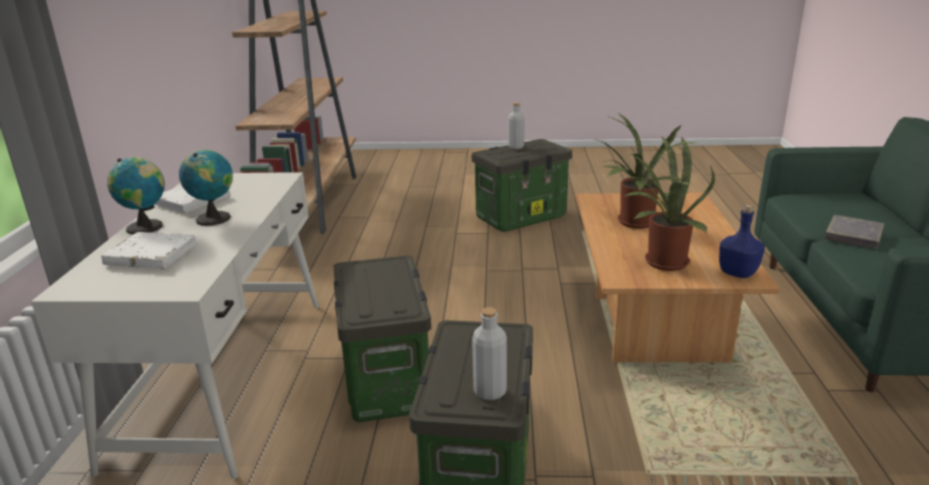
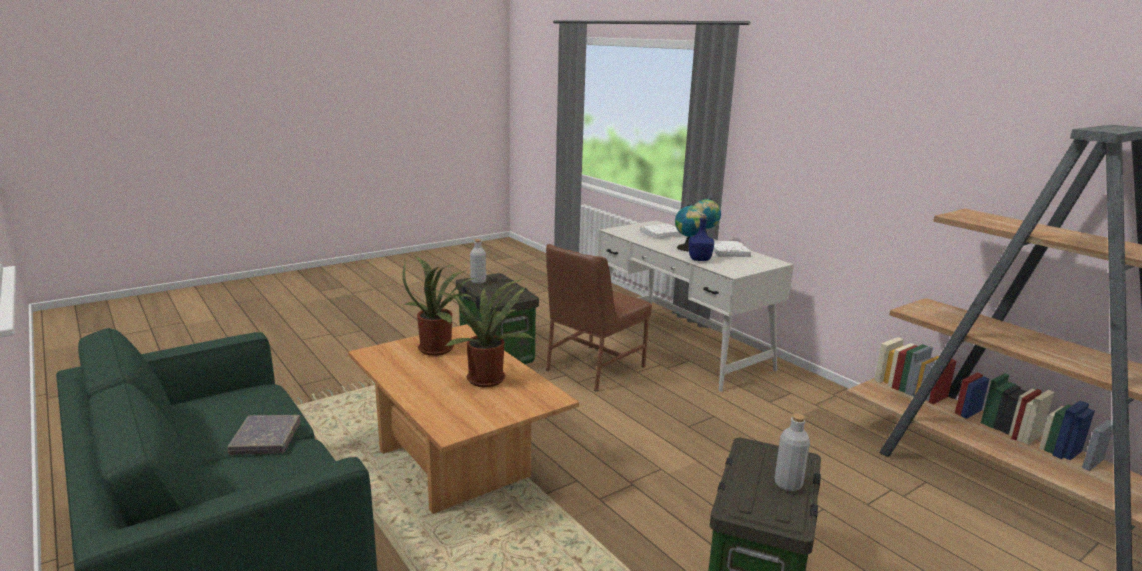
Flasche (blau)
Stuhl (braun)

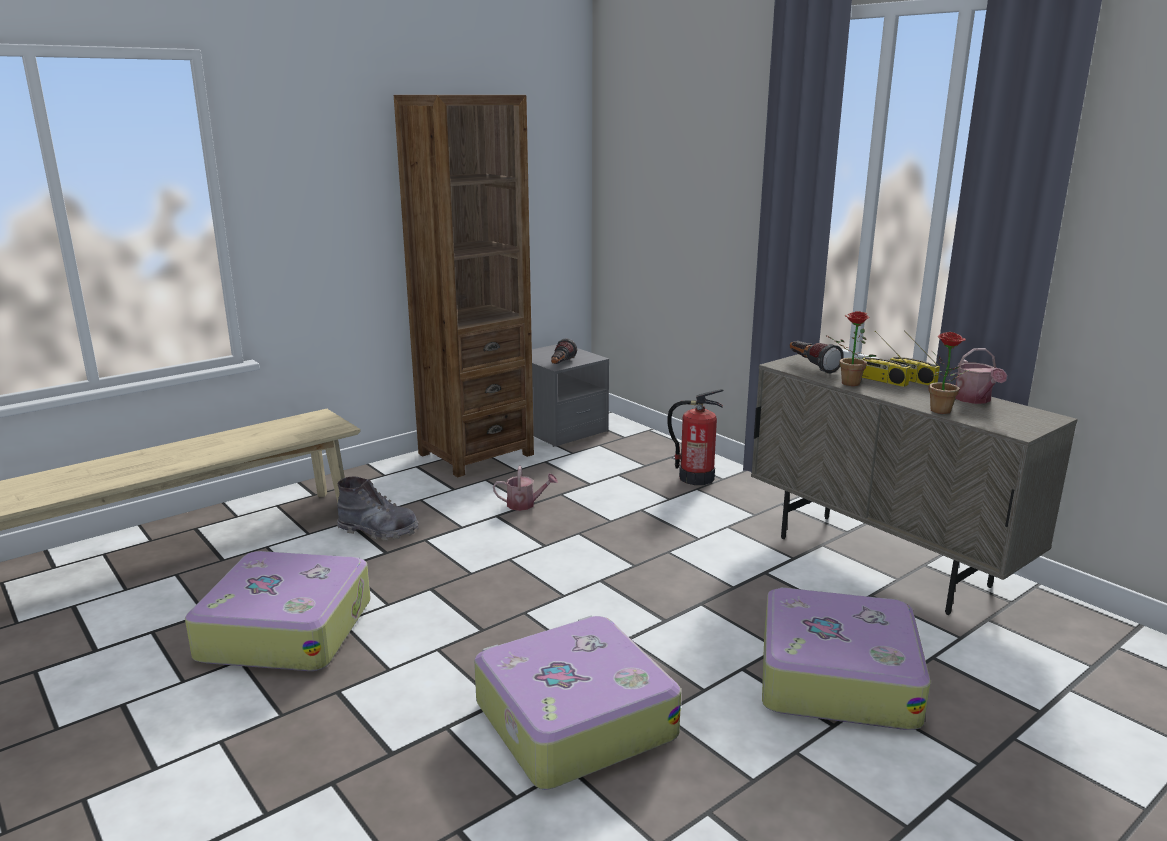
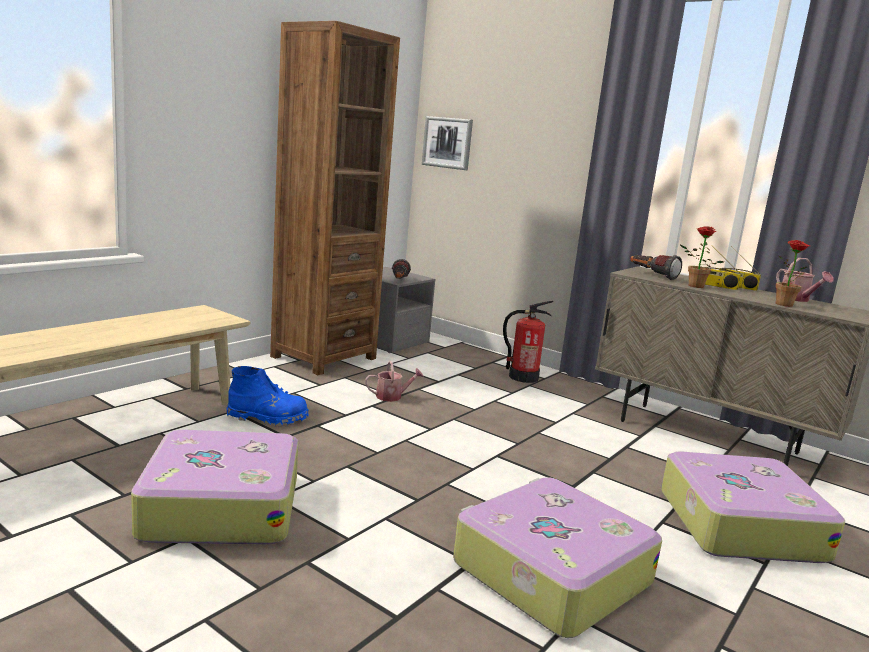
Stiefel (blau)
Bild

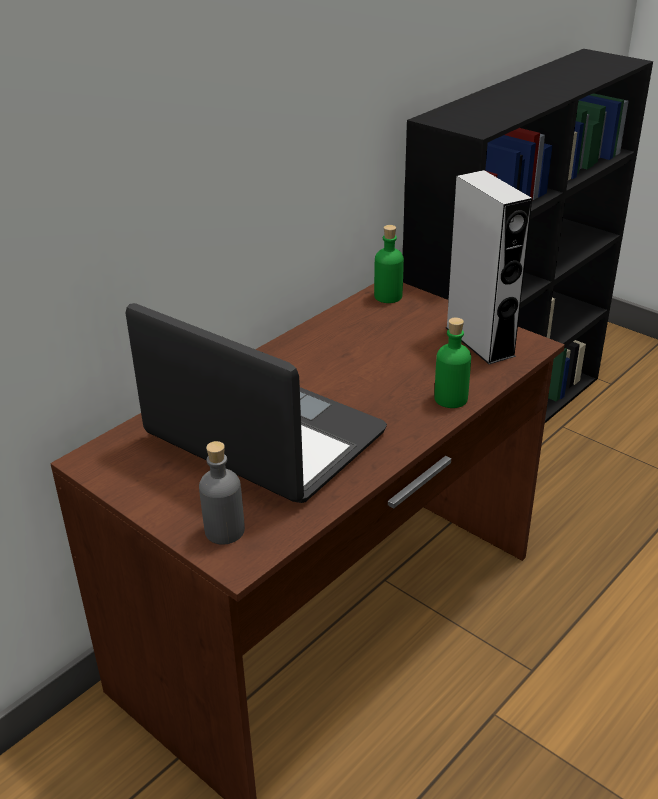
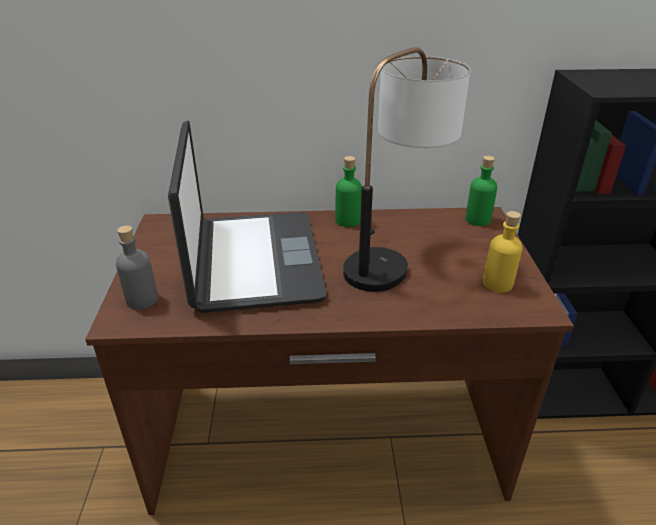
Flasche (gelb)
Flasche (grün) (no. 1 from left)
Tischlampe

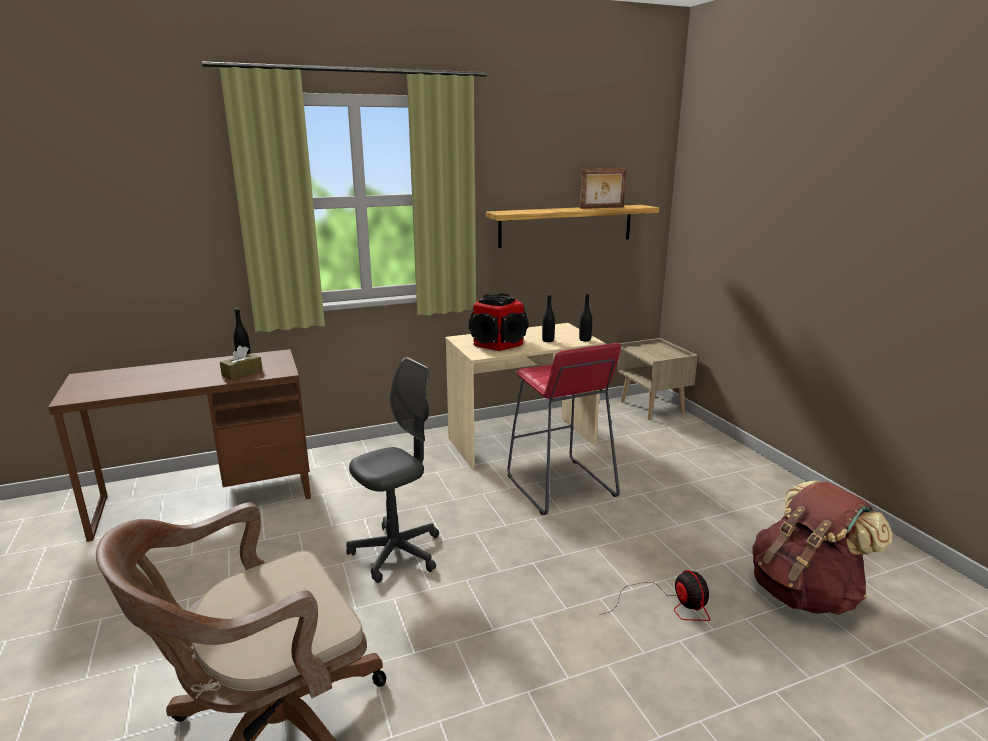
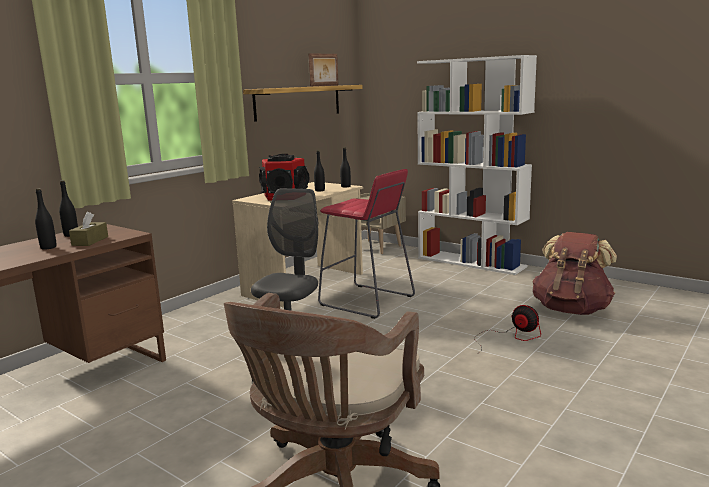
Bücherregal (weiß)
Flasche (schwarz) (no. 1 from left)

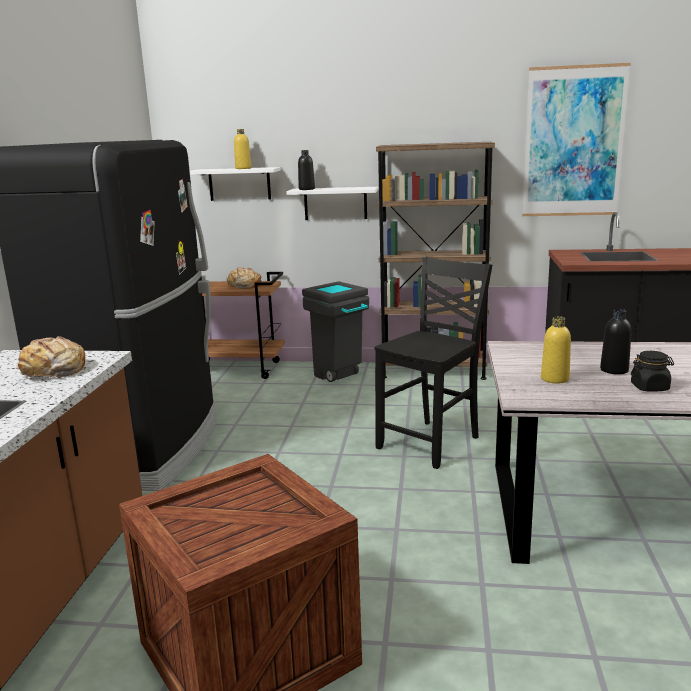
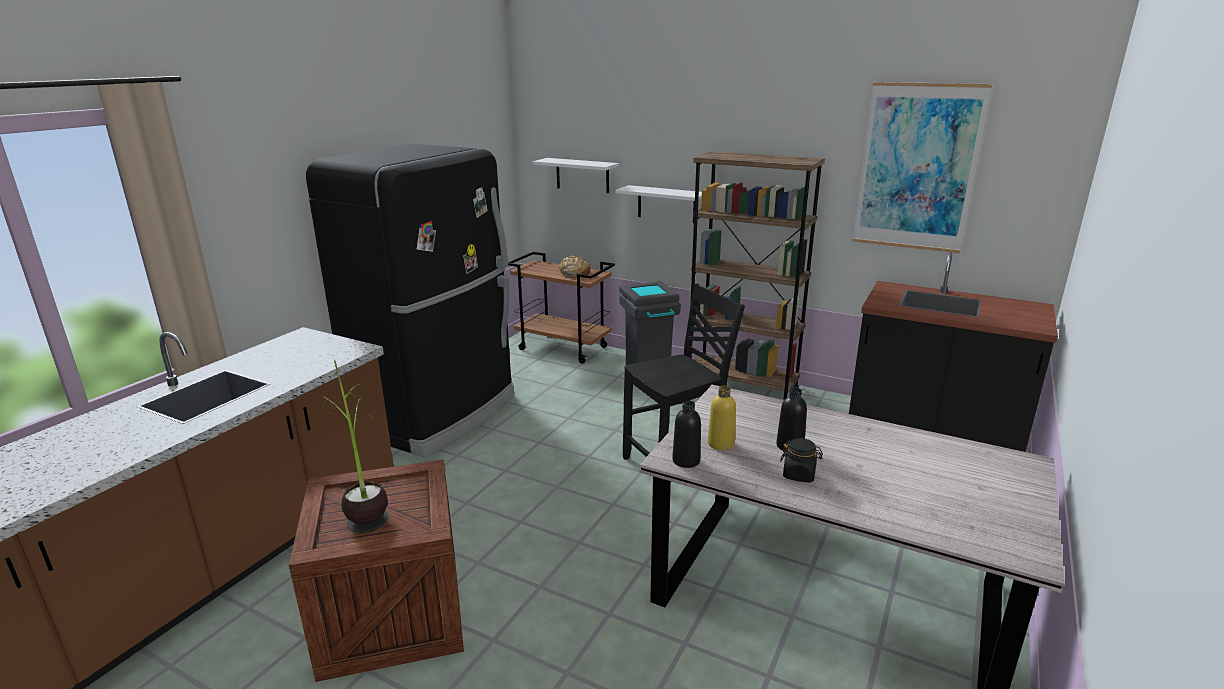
Flasche (gelb) (no. 1 from left in the first image)
Flasche (schwarz) (no. 1 from left)
Brot (no. 1 from left in the first image)
Topfpflanze

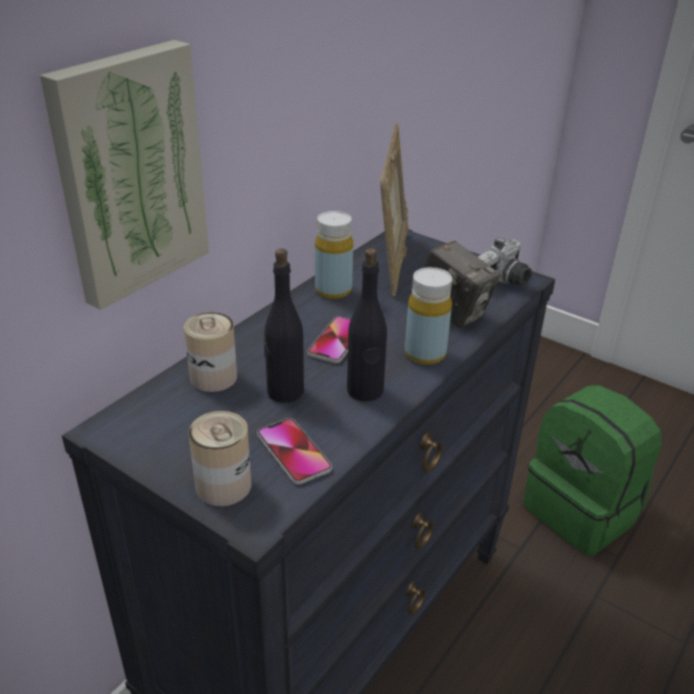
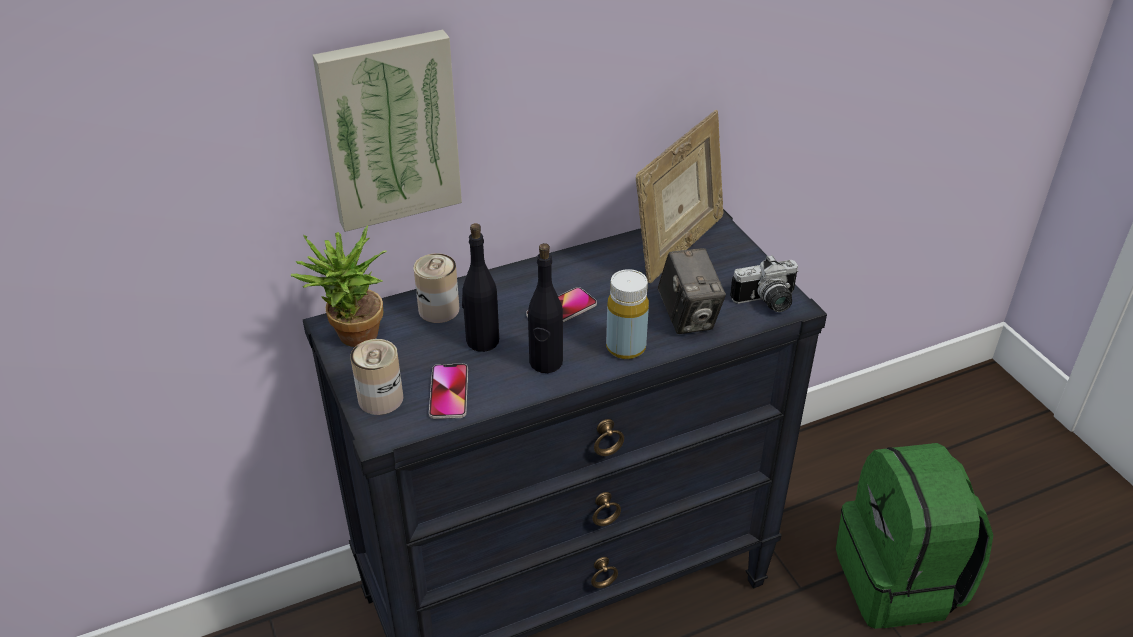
Flasche (gelb) (no. 1 from left in the first image)
Topfpflanze

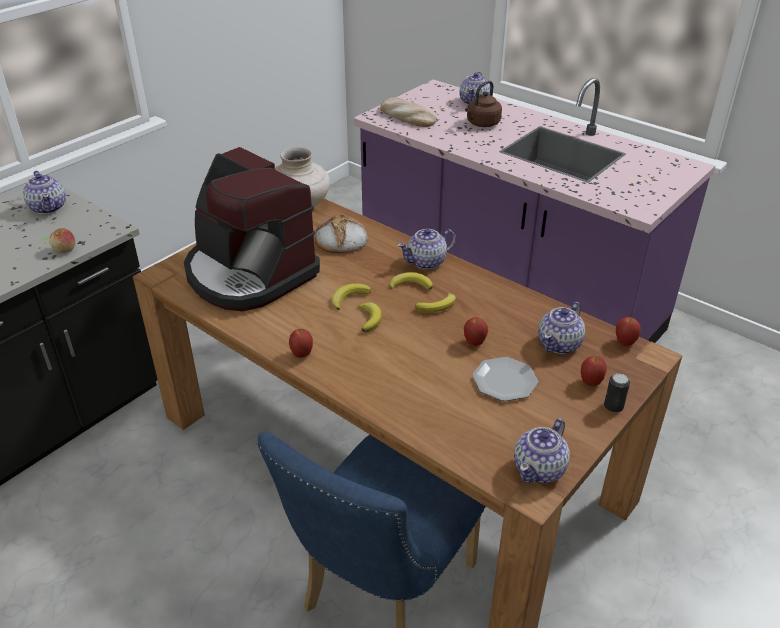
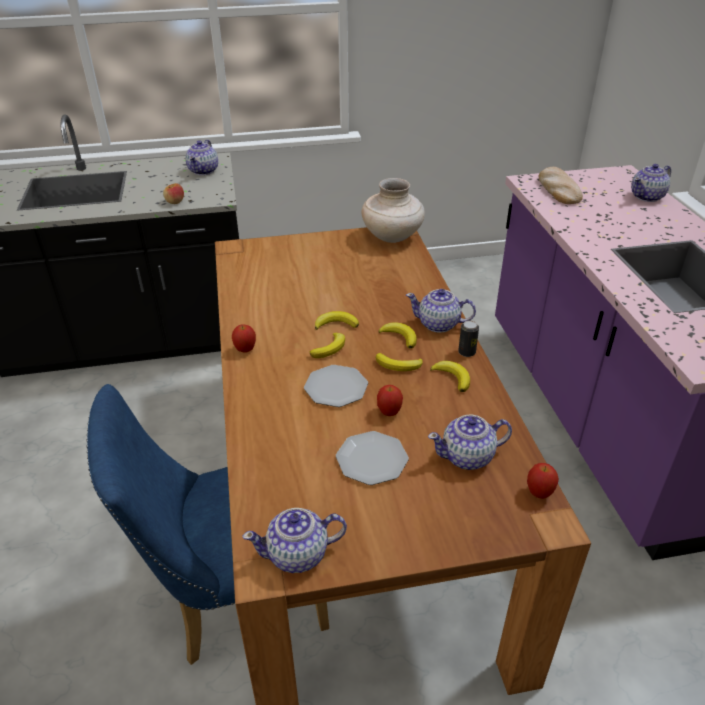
Wasserkessel (braun)
Kaffeemaschine
Brot (no. 1 from left in the first image)
Apfel (no. 4 from left in the first image)
Dose
Banane (no. 5 from left)
Teller (no. 1 from left)

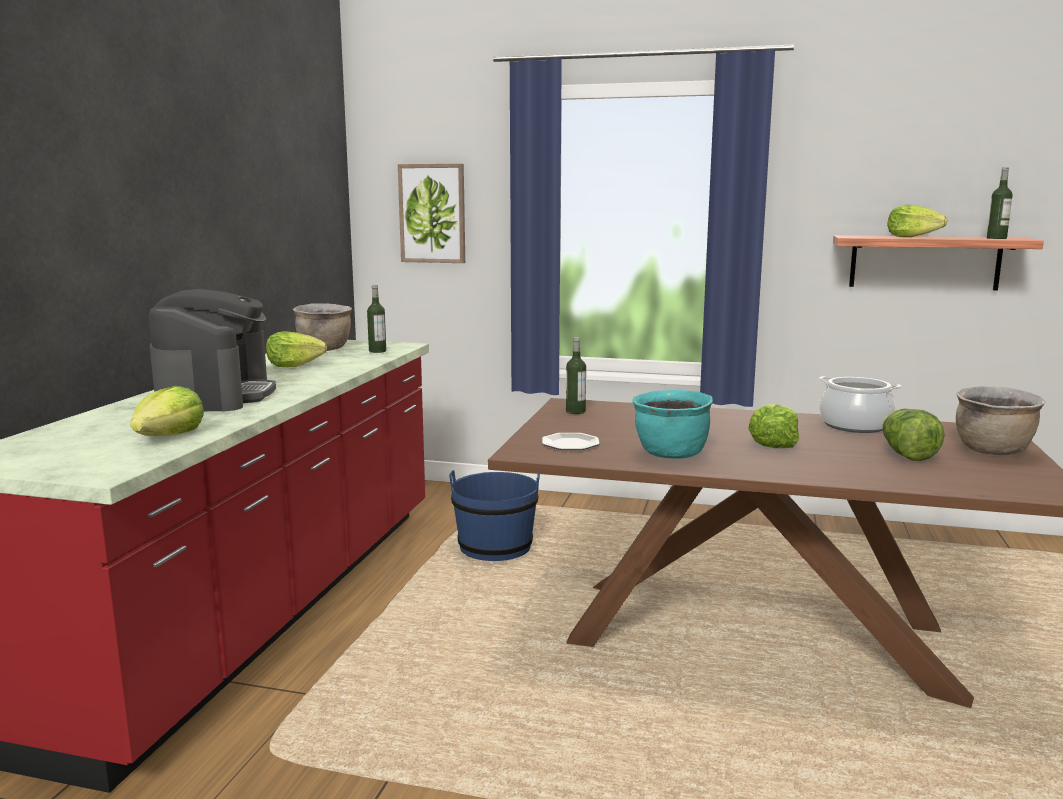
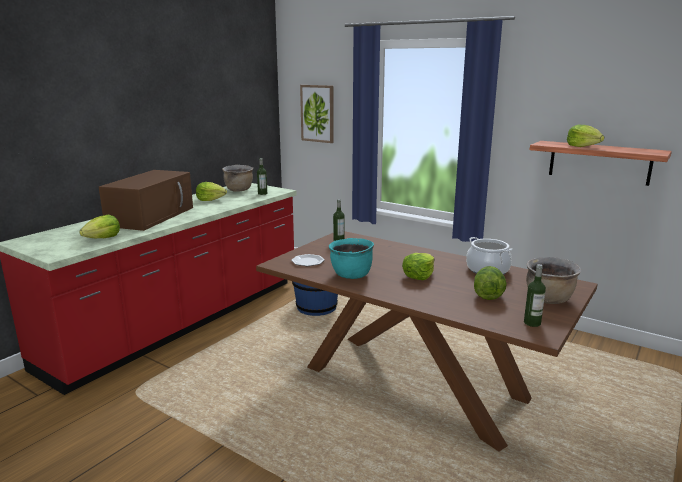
Flasche (no. 3 from left)
Mikrowelle (braun)

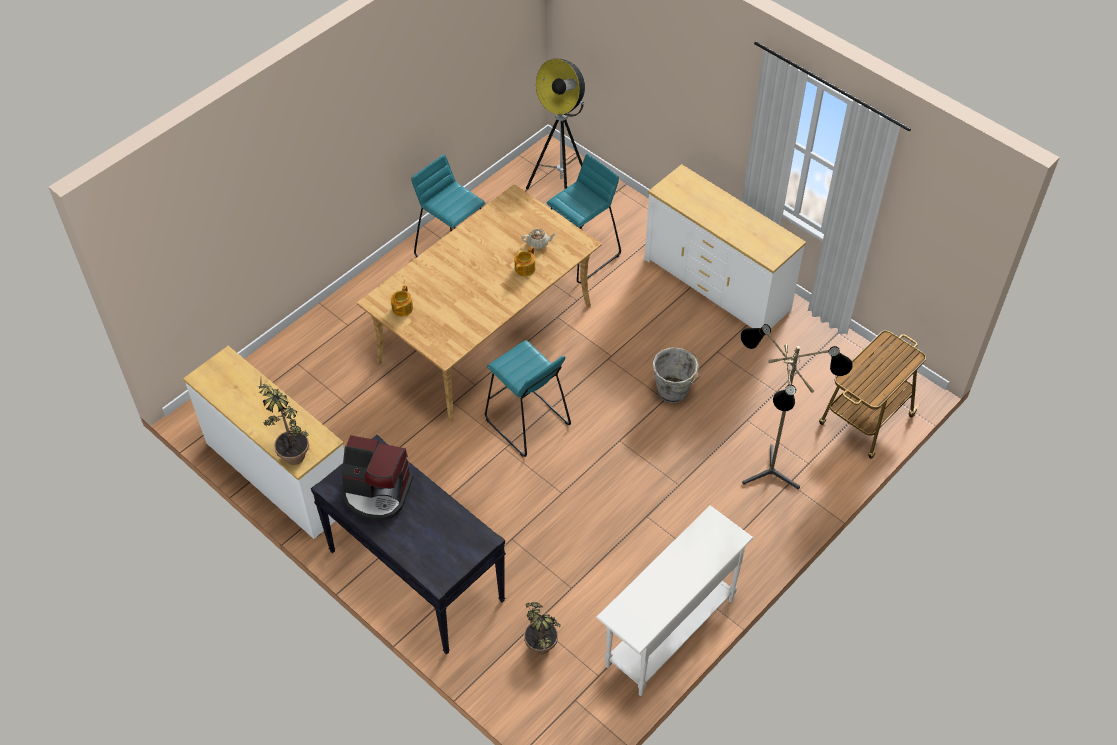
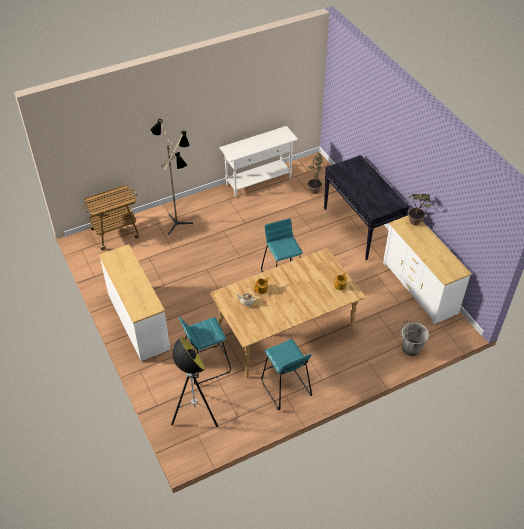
Eimer (grau)
Kaffeemaschine

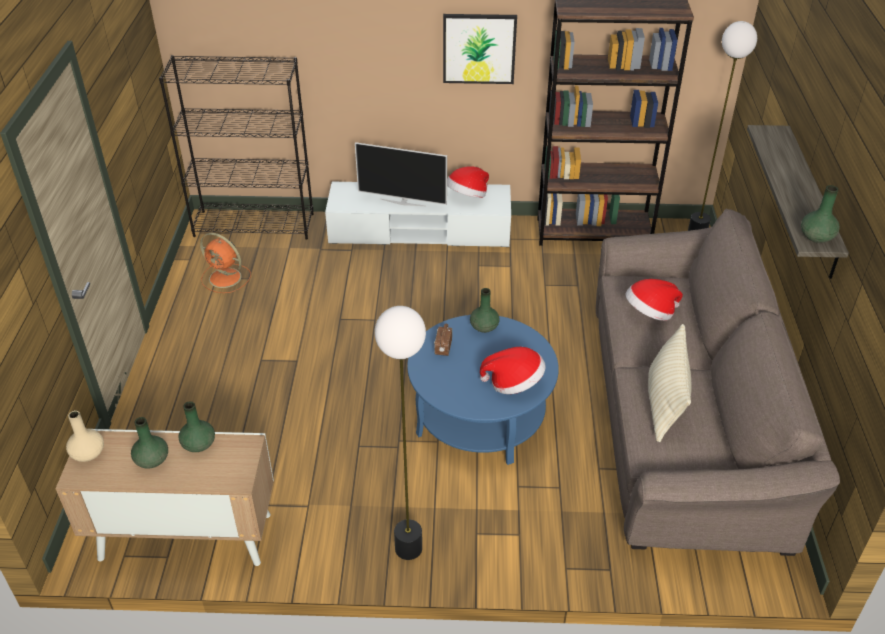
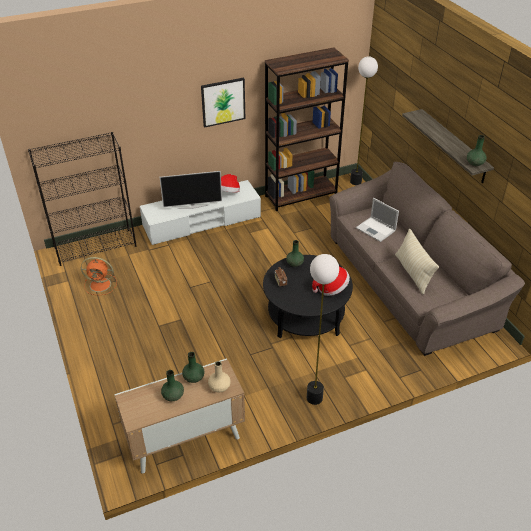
Laptop
Couchtisch (schwarz)
Vase (beige)

